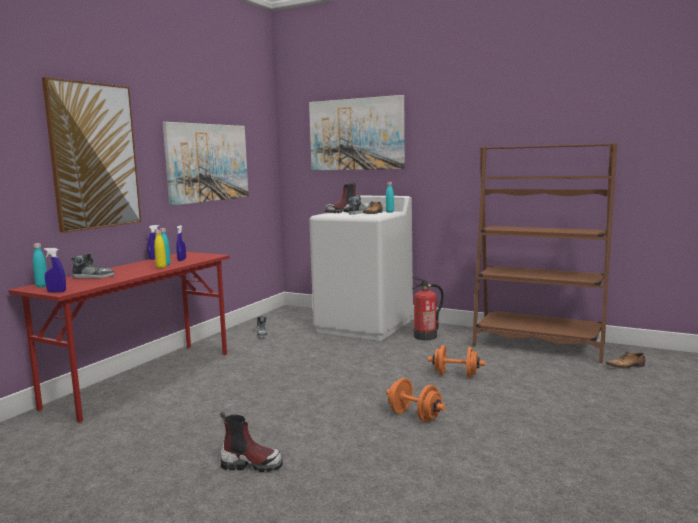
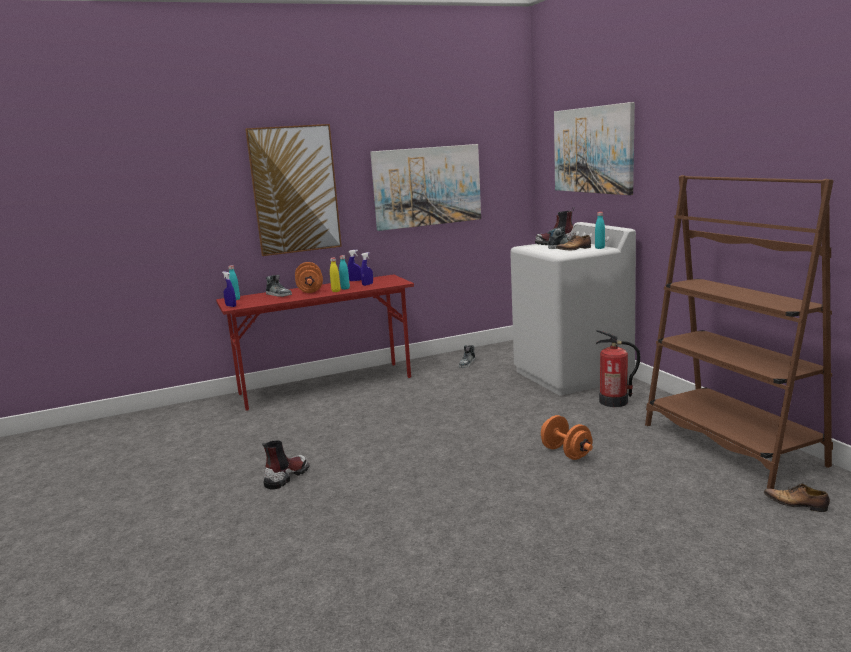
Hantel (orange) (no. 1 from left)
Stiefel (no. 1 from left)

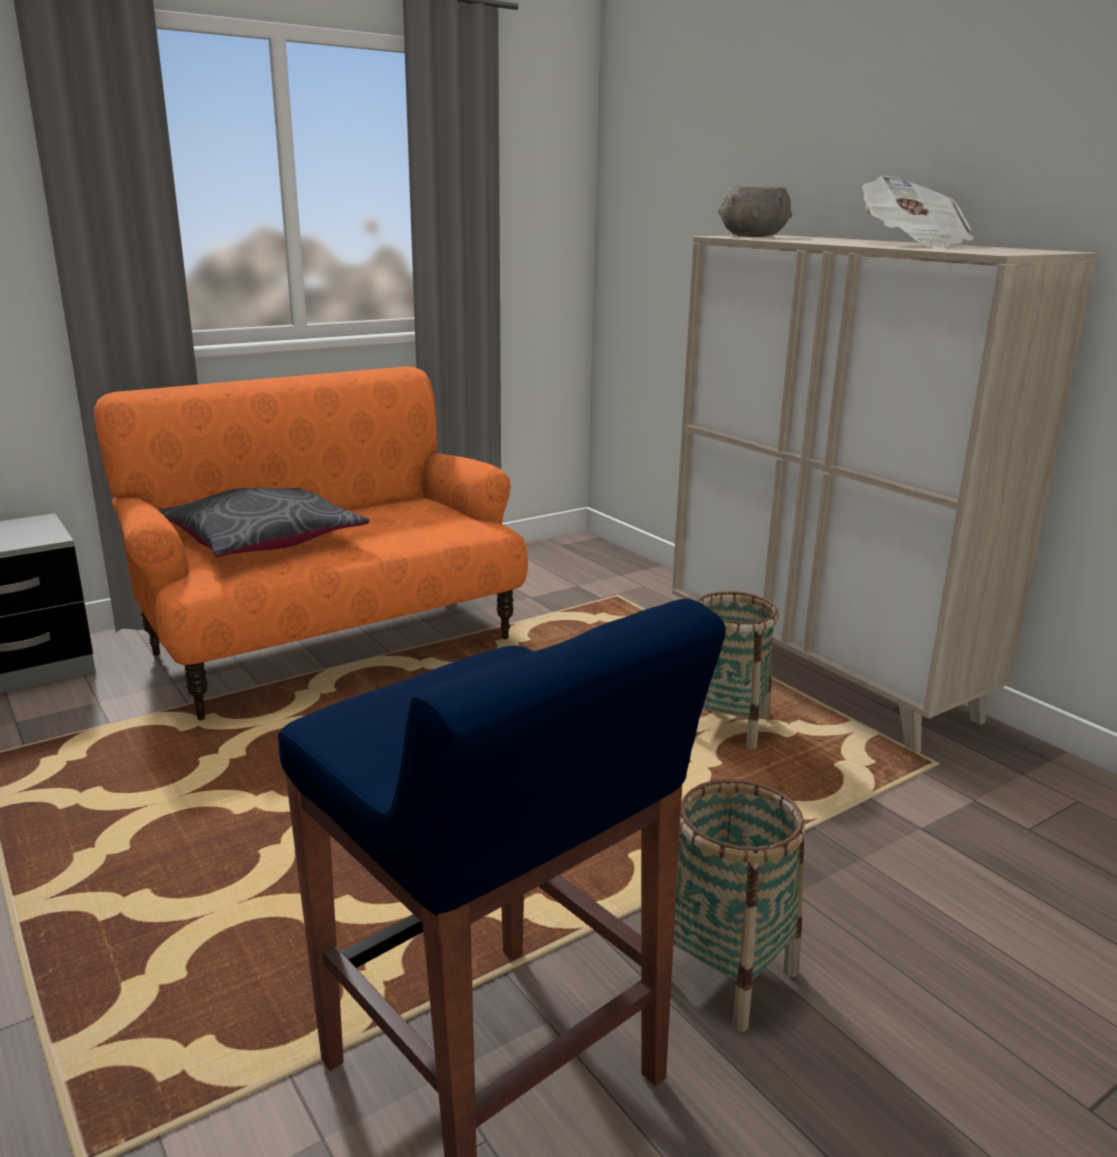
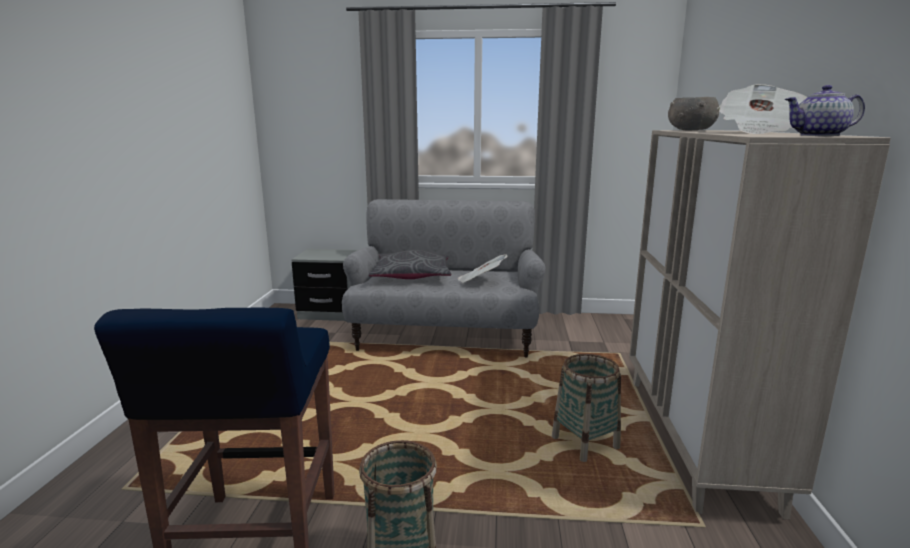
Sofa (grau)
Teekanne
Zeitung (no. 1 from left)

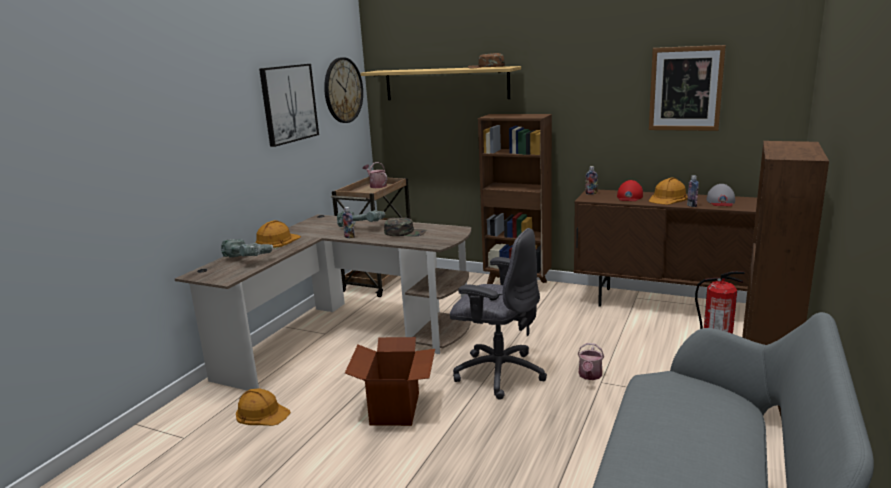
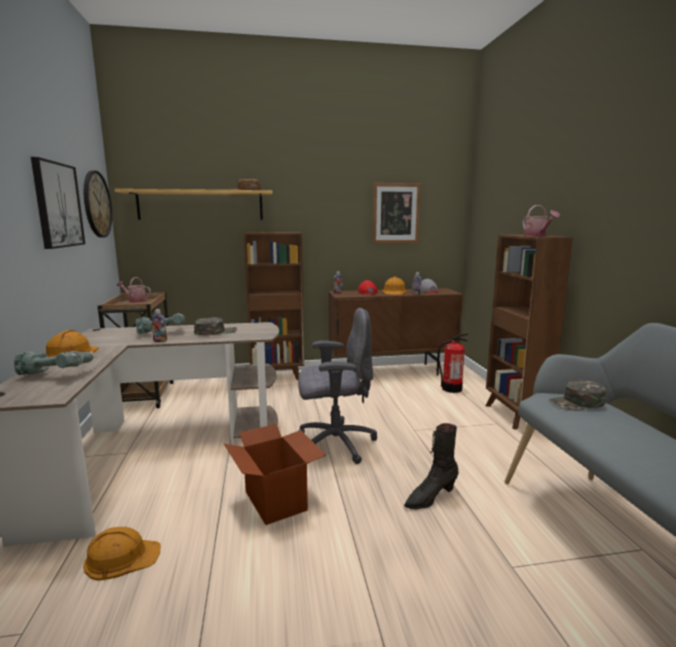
Gießkanne (no. 2 from left)
Kappe (grün) (no. 2 from left)
Stiefel (schwarz)

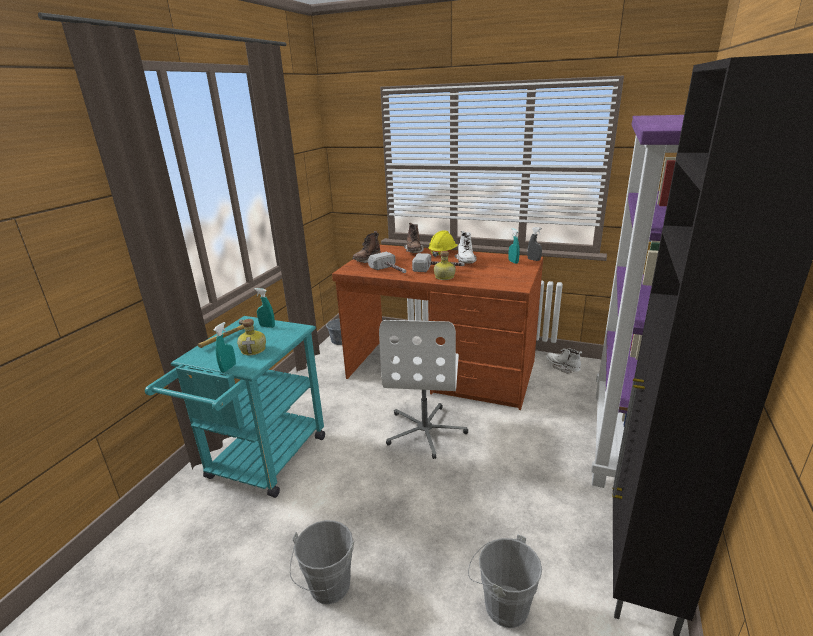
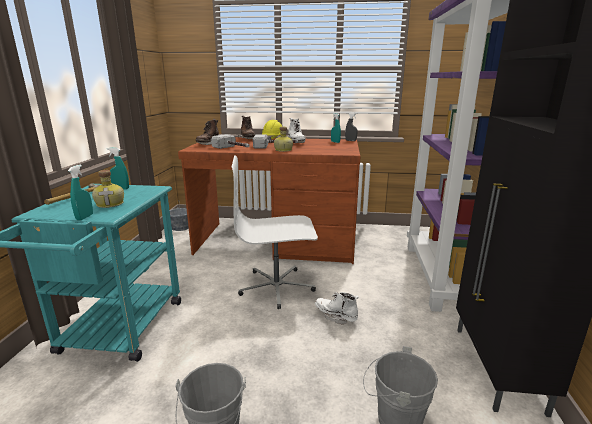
Bürostuhl (weiß)
Stiefel (weiß) (no. 2 from left)

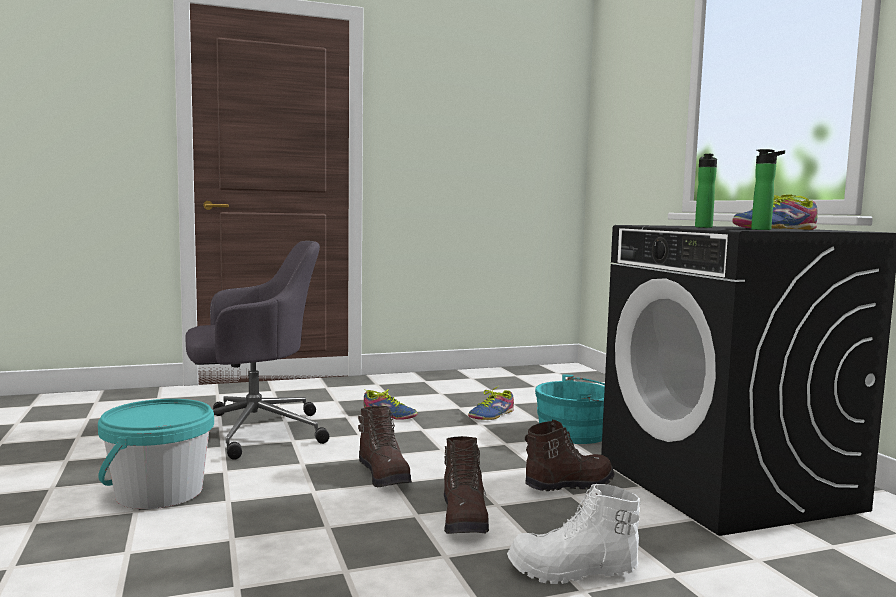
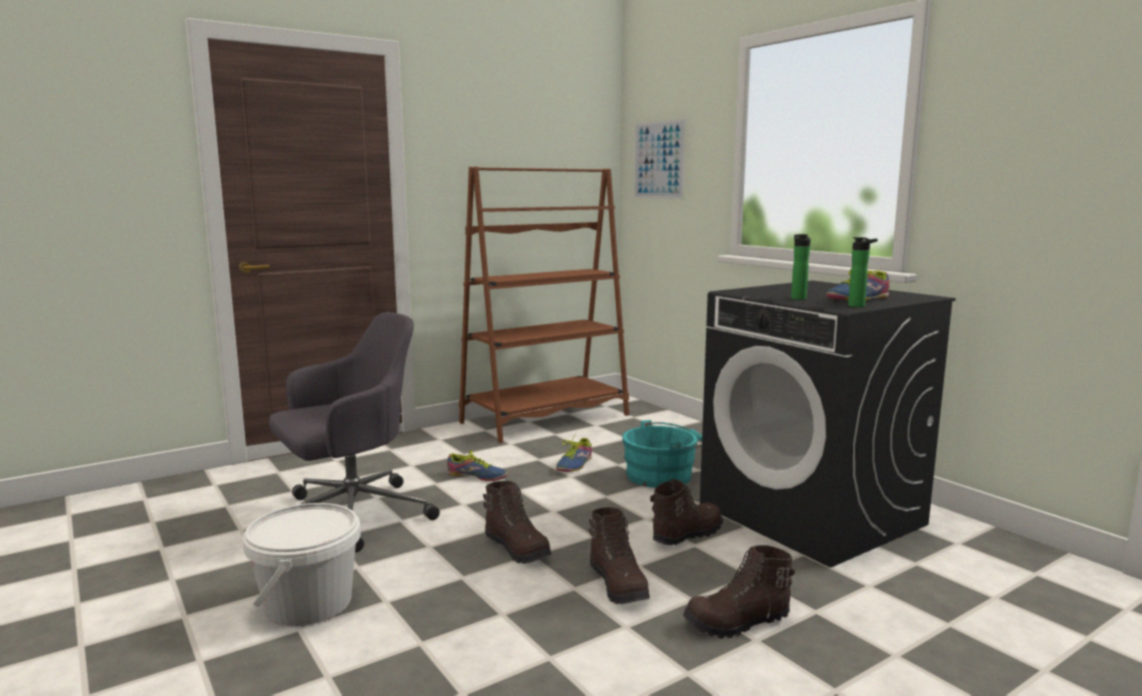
Eimer (weiß)
Stiefel (braun) (no. 4 from left)
Bild
Bücherregal (braun)

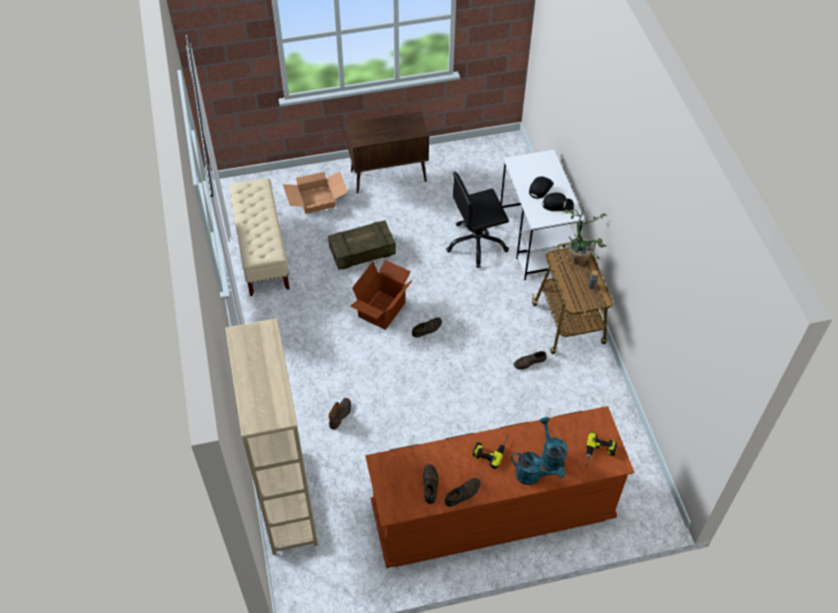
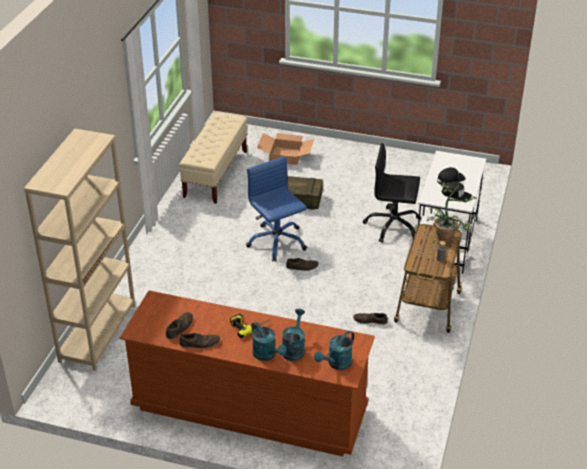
Schrank (braun)
Bürostuhl (blau)
Stiefel
Gießkanne (türkis) (no. 3 from left)

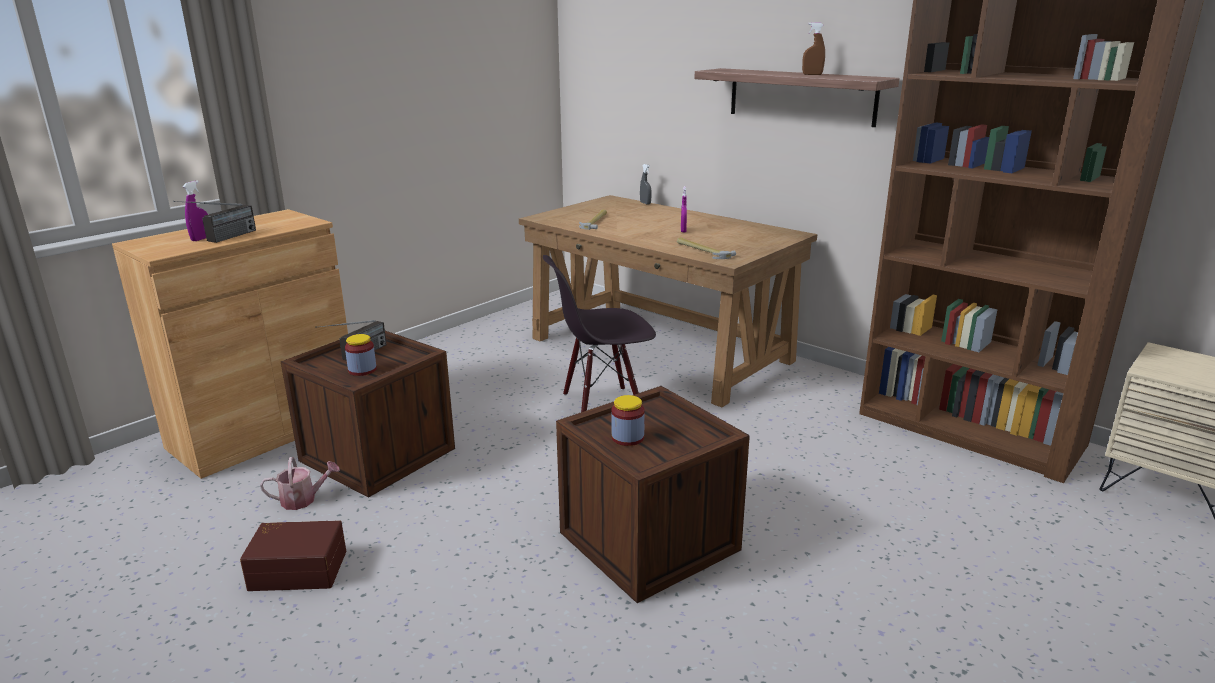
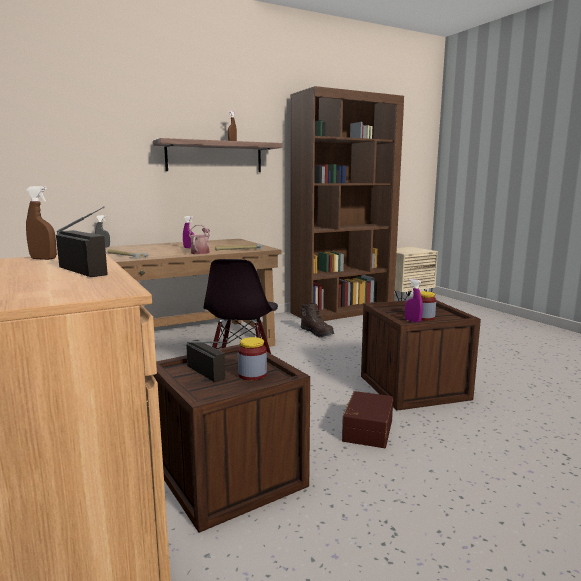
Sprühflasche (lila) (no. 2 from left)
Gießkanne
Aufbewahrungsbox (braun)
Sprühflasche (braun) (no. 1 from left)
Stiefel (braun)

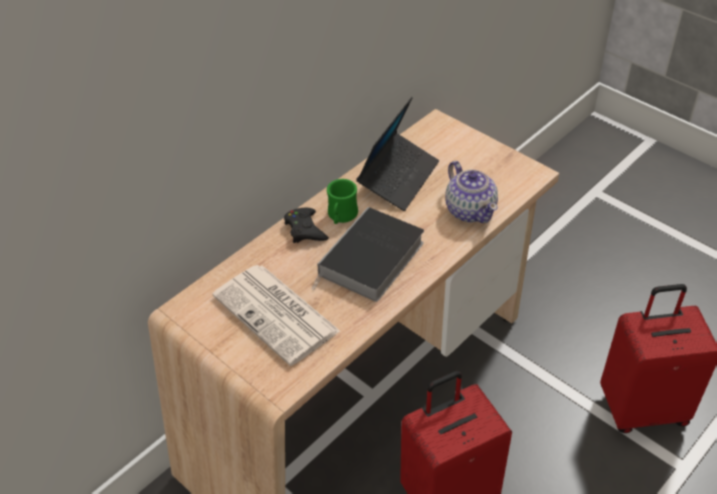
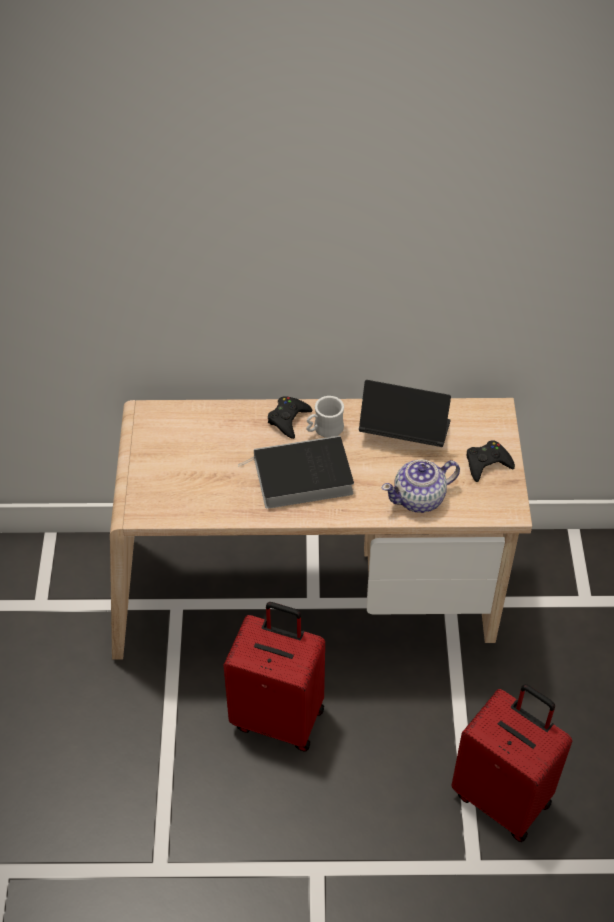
Laptop
Teekanne
Henkelbecher (weiß)
Zeitung
Gamepad (schwarz) (no. 2 from left)

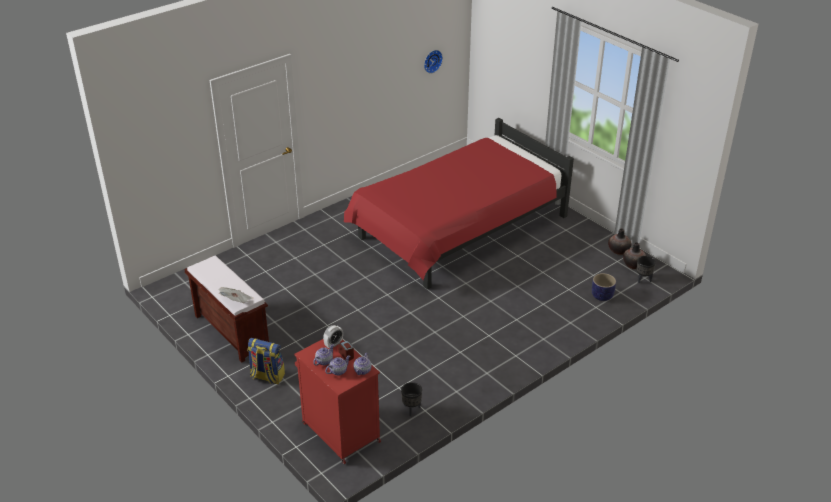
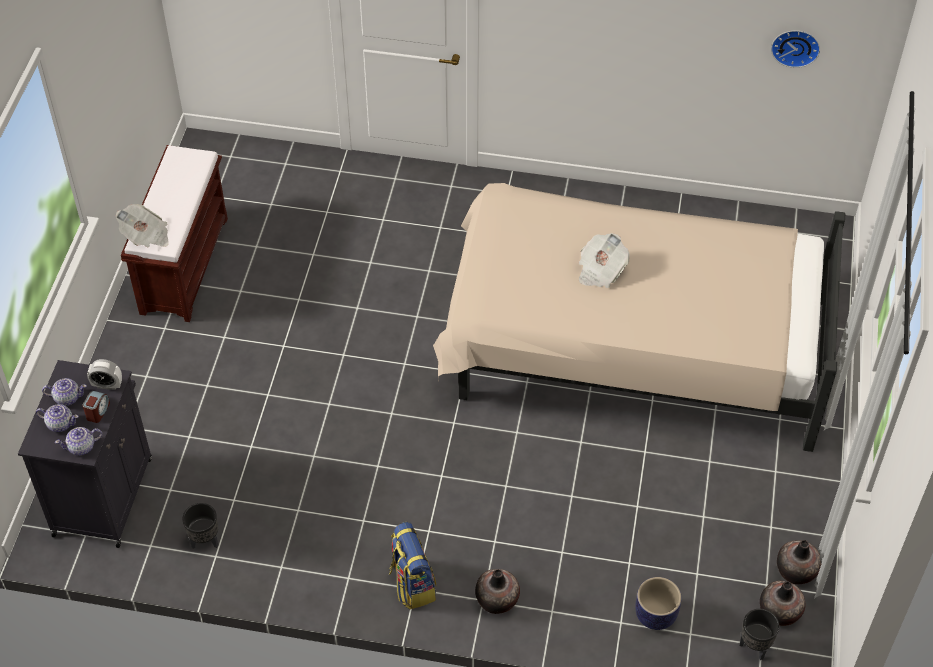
Bett (beige)
Rucksack
Schrank (schwarz)
Zeitung (no. 2 from left)
Vase (no. 1 from left)

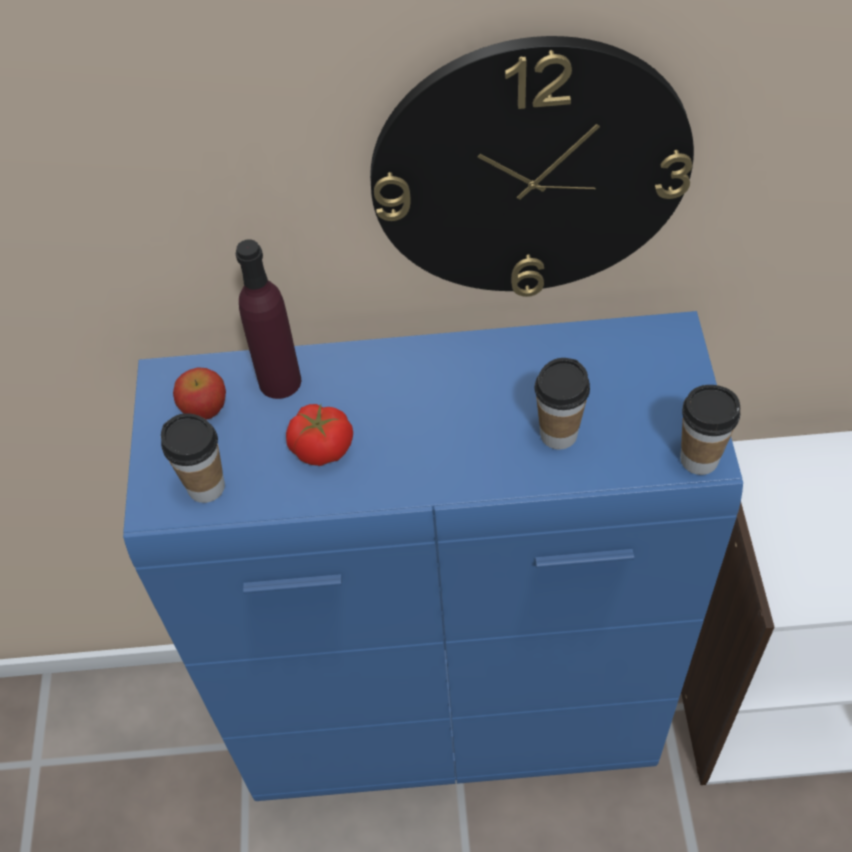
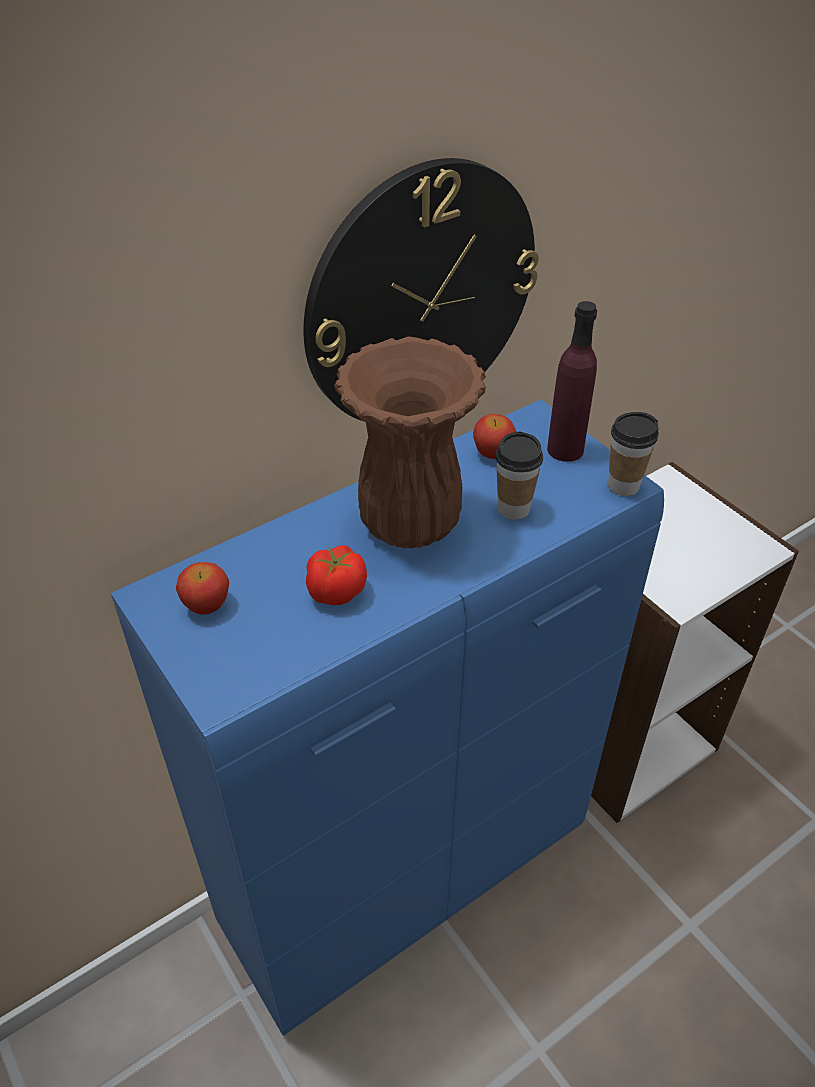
Flasche (lila)
Tasse (no. 1 from left in the first image)
Vase (braun)
Apfel (no. 2 from left)

